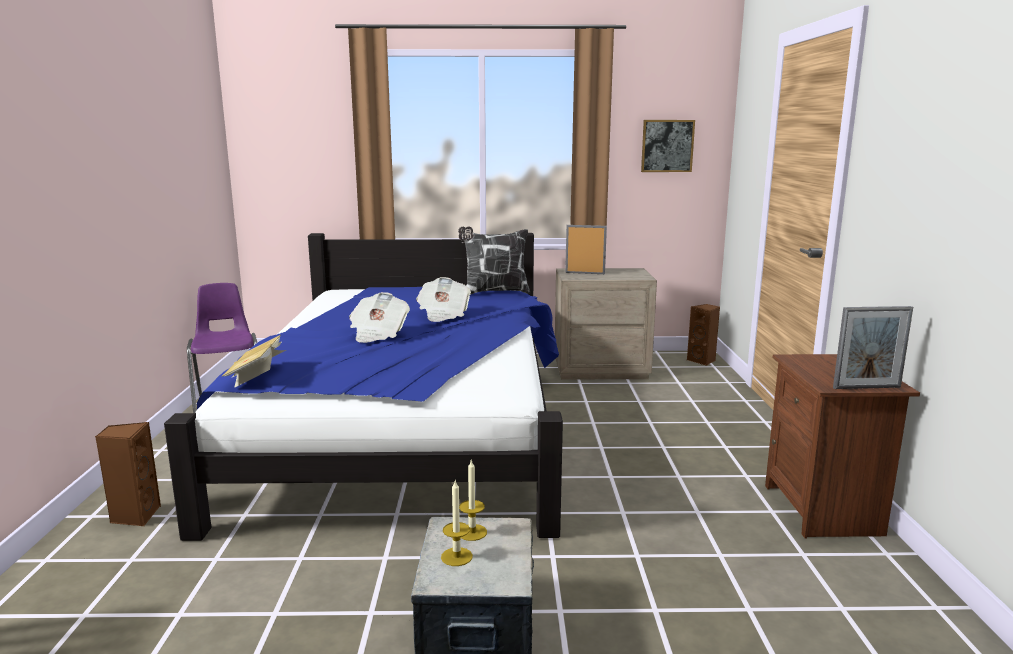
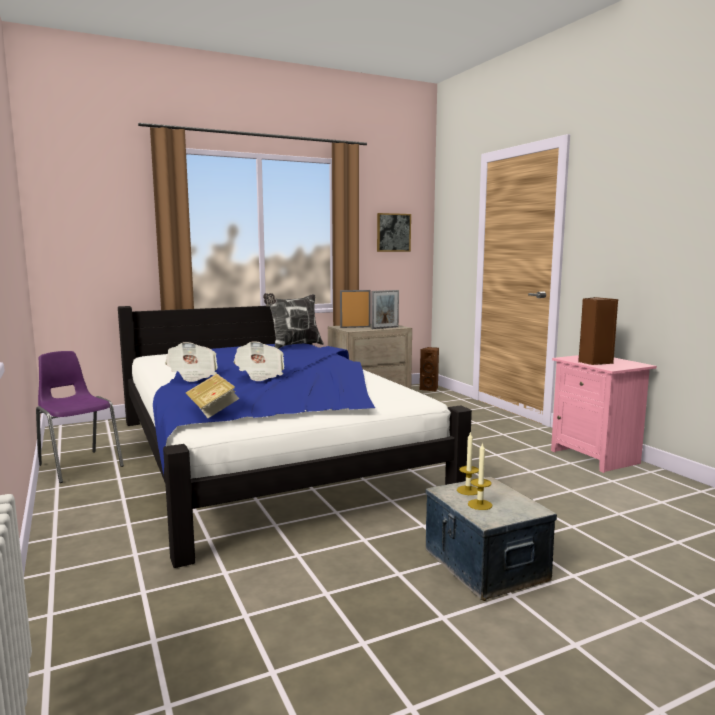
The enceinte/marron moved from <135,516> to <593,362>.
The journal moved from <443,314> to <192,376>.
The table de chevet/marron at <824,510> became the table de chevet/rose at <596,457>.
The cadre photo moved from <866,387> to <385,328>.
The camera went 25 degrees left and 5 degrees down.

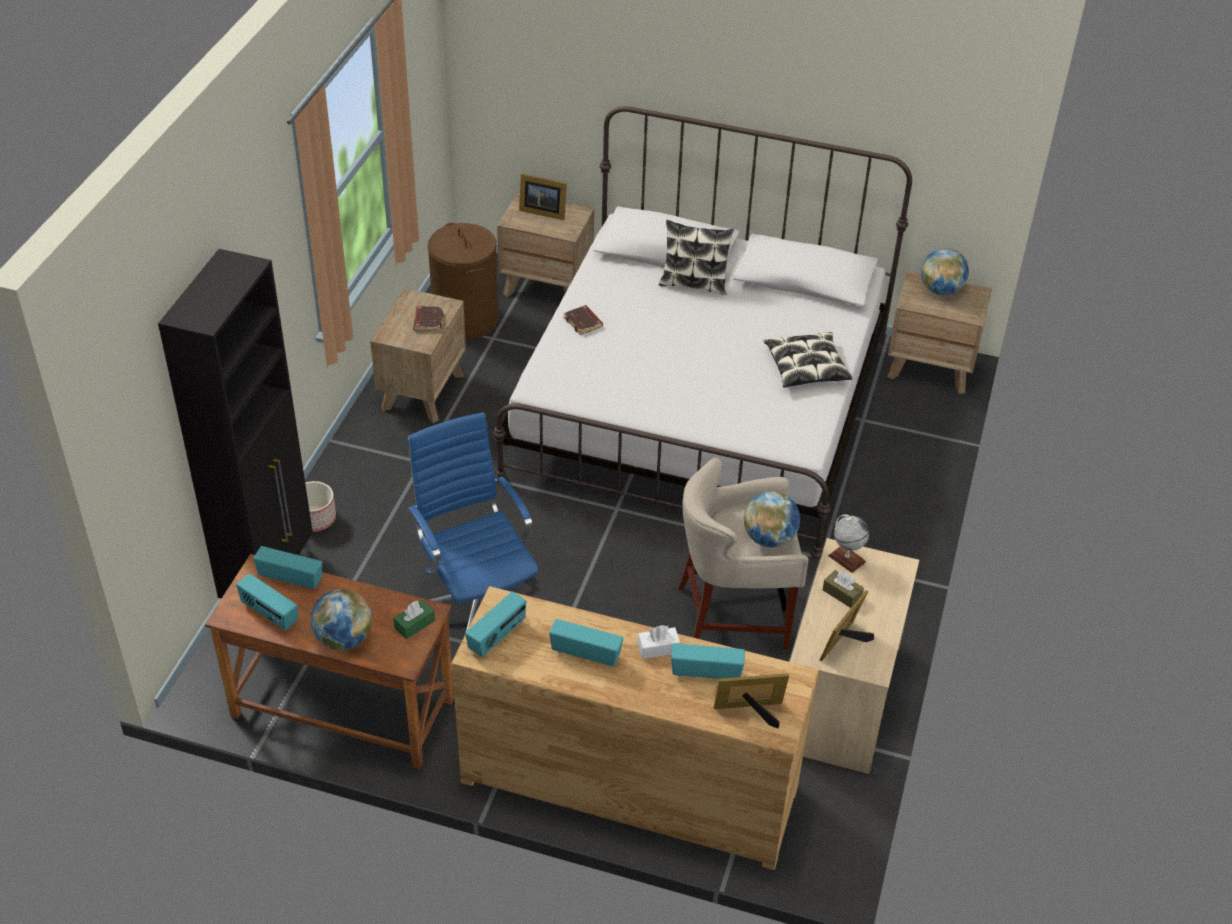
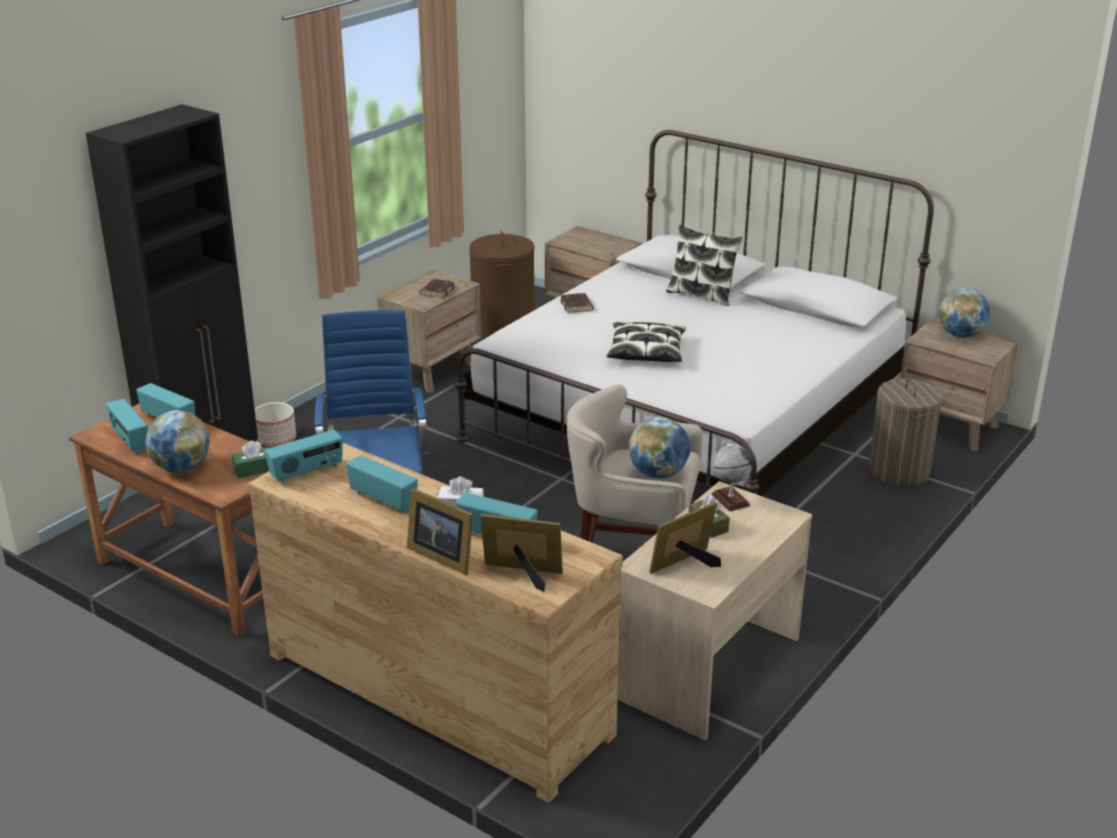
The cadre photo moved from <542,211> to <441,555>.
The coussin moved from <806,368> to <646,352>.
The panier à linge at <899,471> appeared.
The camera went 20 degrees right and 15 degrees down.

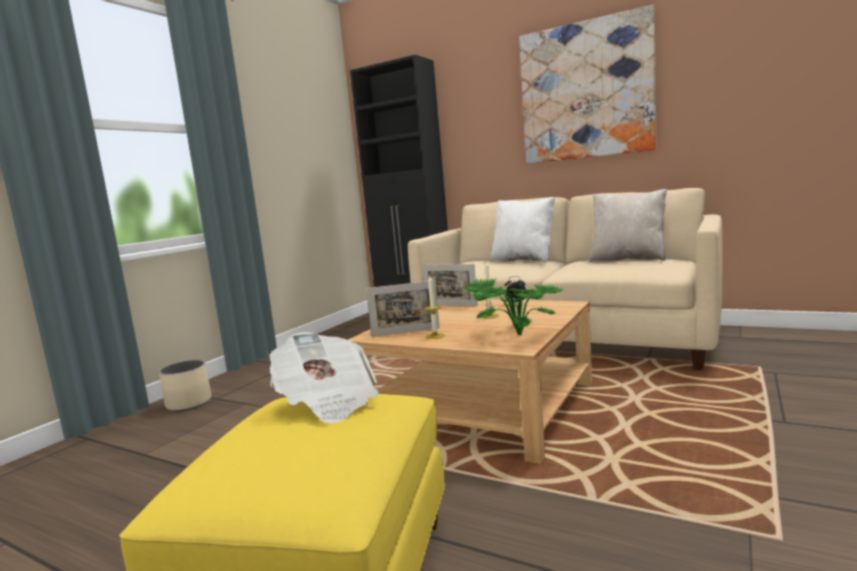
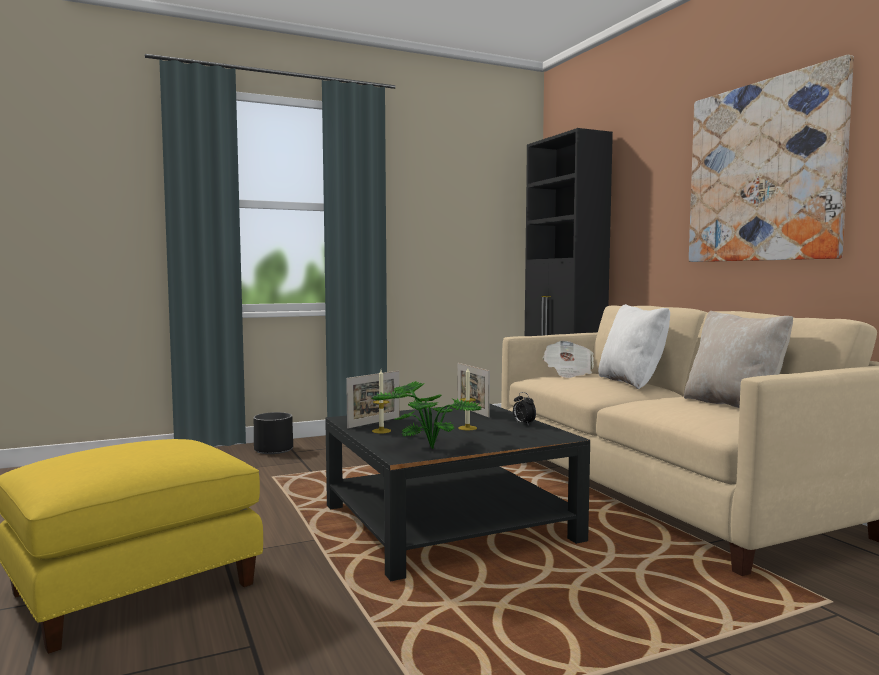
The cache-pot/beige at <189,403> became the cache-pot/noir at <274,450>.
The journal moved from <327,402> to <568,373>.
The table basse/beige at <481,406> became the table basse/noir at <448,523>.
The cadre photo at <405,332> turned 75 degrees counterclockwise.
The camera went 35 degrees right and 5 degrees down.

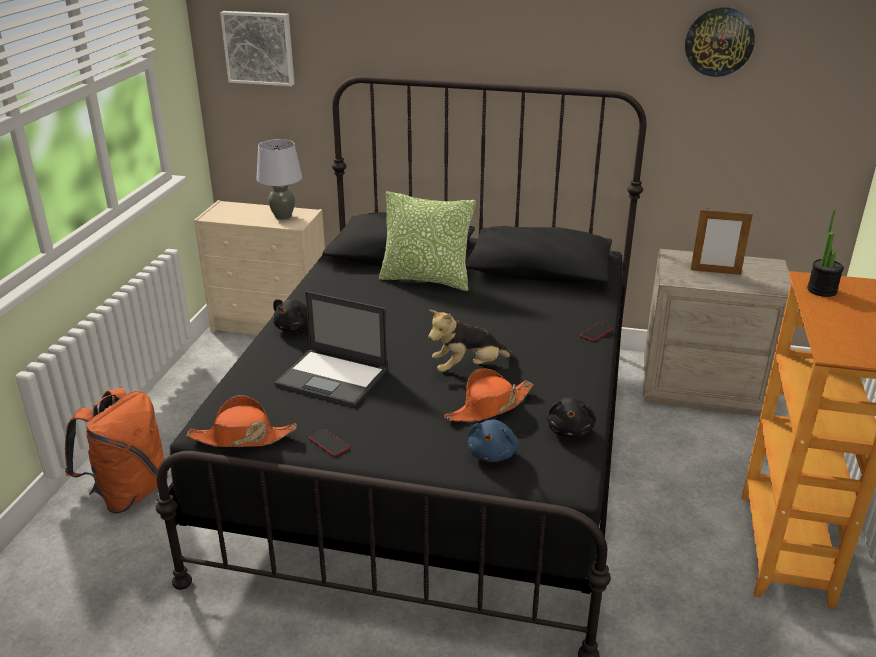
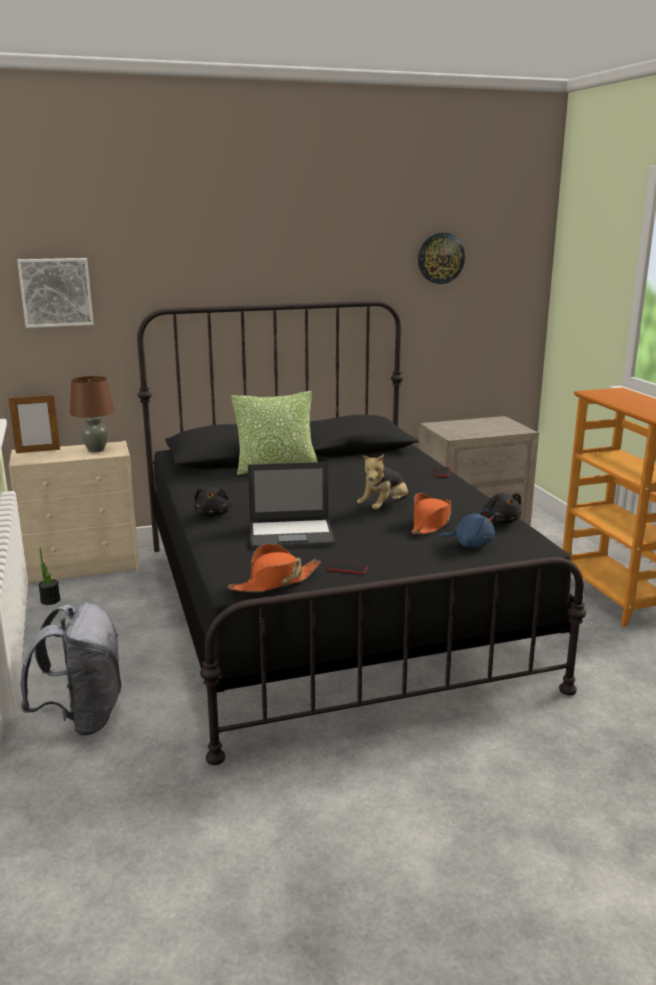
The sac à dos/orange at <129,492> became the sac à dos/gris at <83,718>.
The lampe de table/gris at <283,216> became the lampe de table/marron at <96,450>.
The peluche/bleu at <493,453> turned 60 degrees counterclockwise.
The cadre photo moved from <715,272> to <38,451>.
The plante en pot moved from <821,290> to <50,600>.
The camera went 30 degrees left and 10 degrees down.

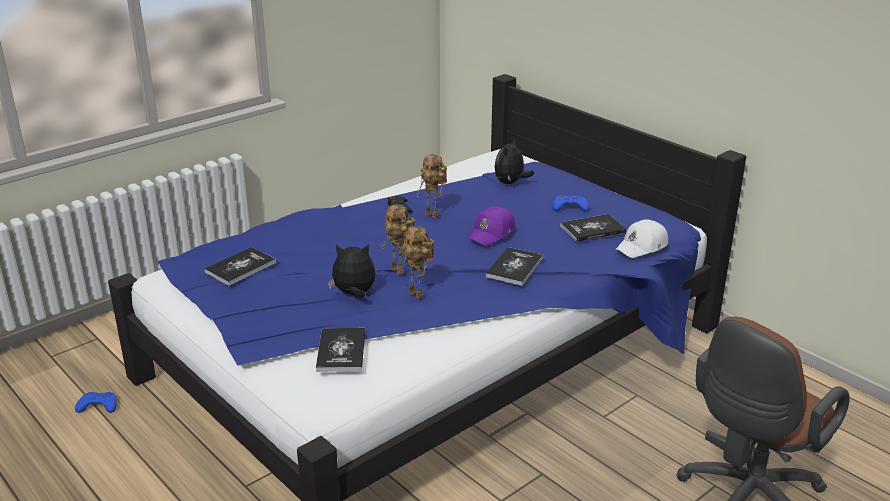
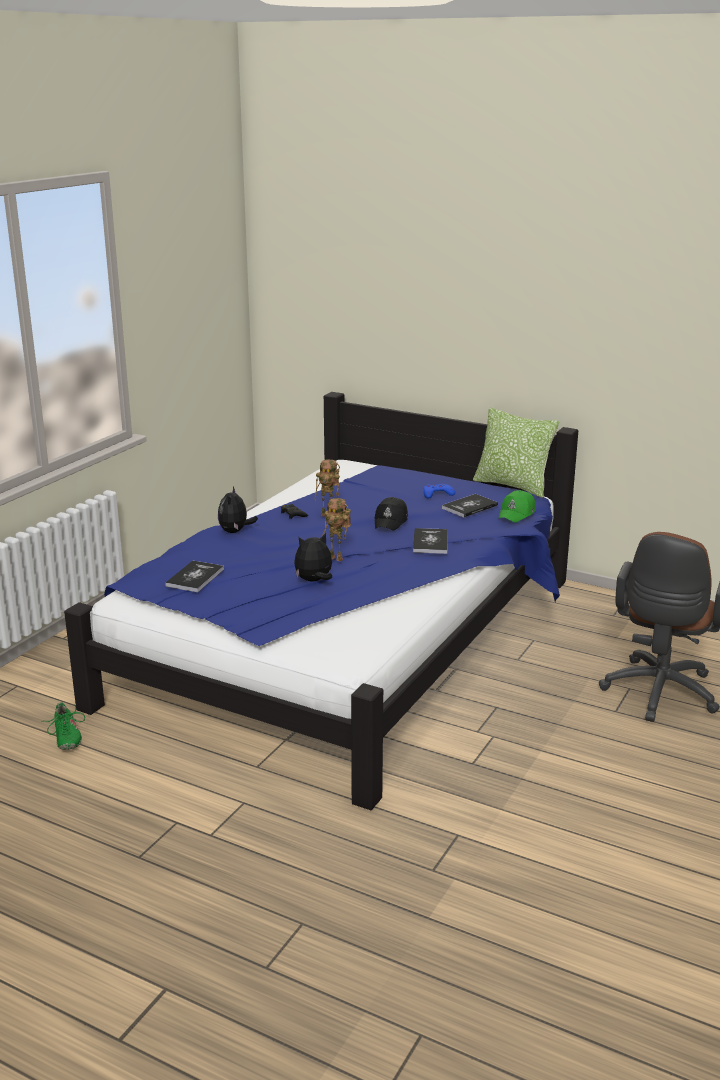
The manette/bleu at <98,406> was replaced by the chaussure/vert at <66,737>.
The livre at <341,351> disappeared.
The robot jouet at <418,294> disappeared.
The casquette/violet at <492,233> became the casquette/noir at <391,521>.
The peluche moved from <510,183> to <235,531>.
The casquette/blanc at <642,247> became the casquette/vert at <517,514>.
The coussin at <512,486> appeared.
The camera went 20 degrees left and 5 degrees down.

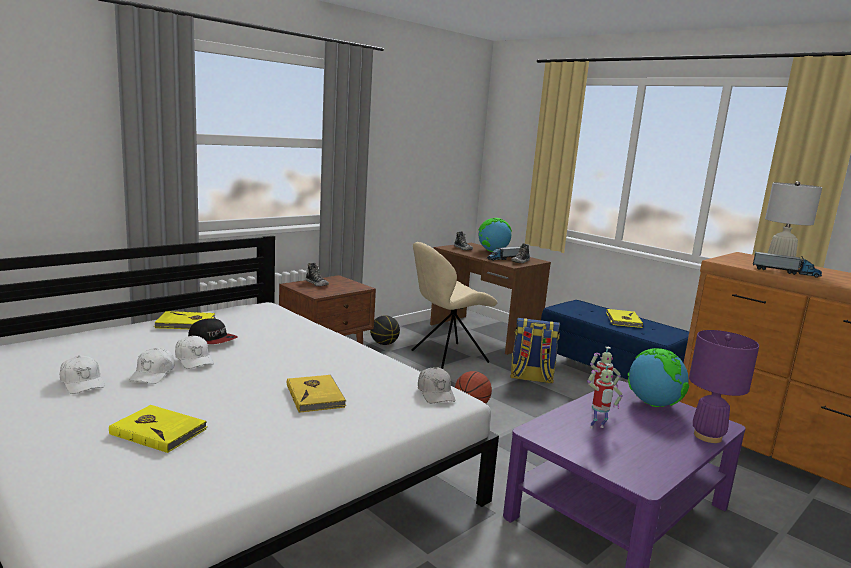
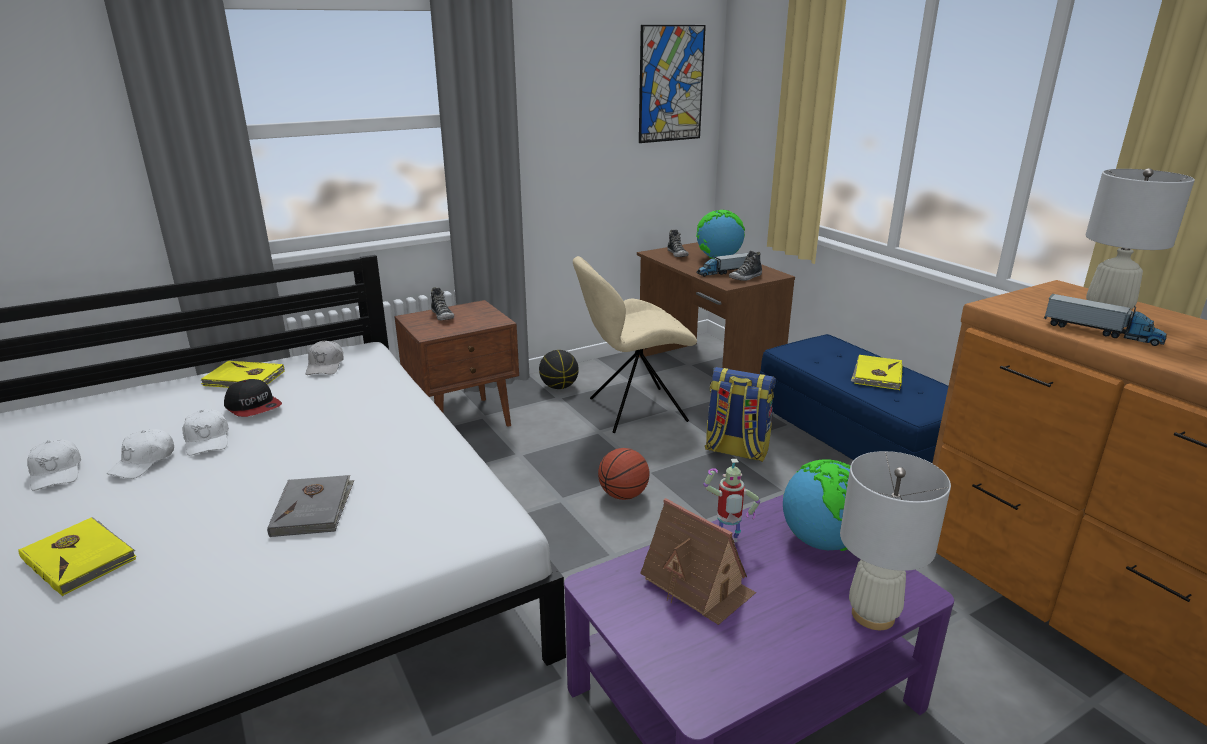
The livre/jaune at <316,396> became the livre/gris at <313,508>.
The casquette/blanc moved from <435,393> to <325,366>.
The robot jouet at <597,428> was replaced by the maison miniature at <697,585>.
The lampe de table/violet at <707,436> became the lampe de table/blanc at <873,615>.
The tableau at <671,84> appeared.
The camera went 15 degrees right and 10 degrees up.

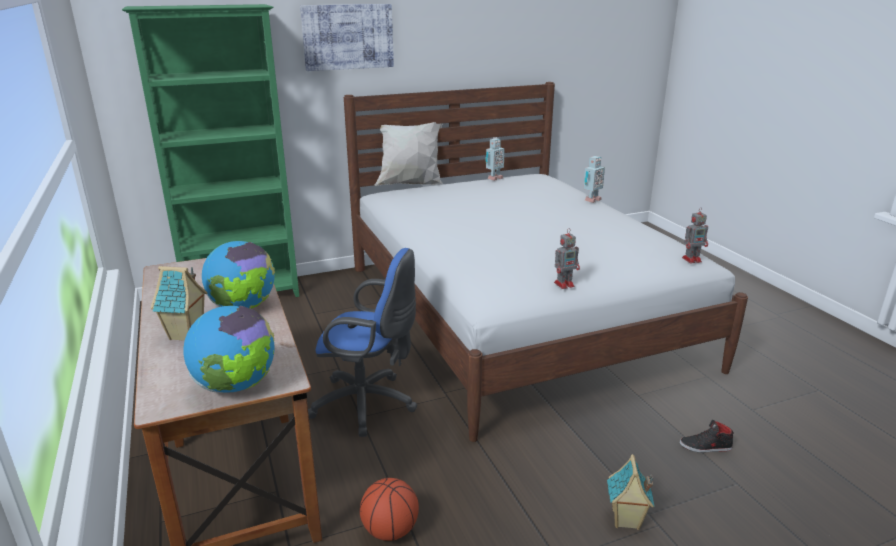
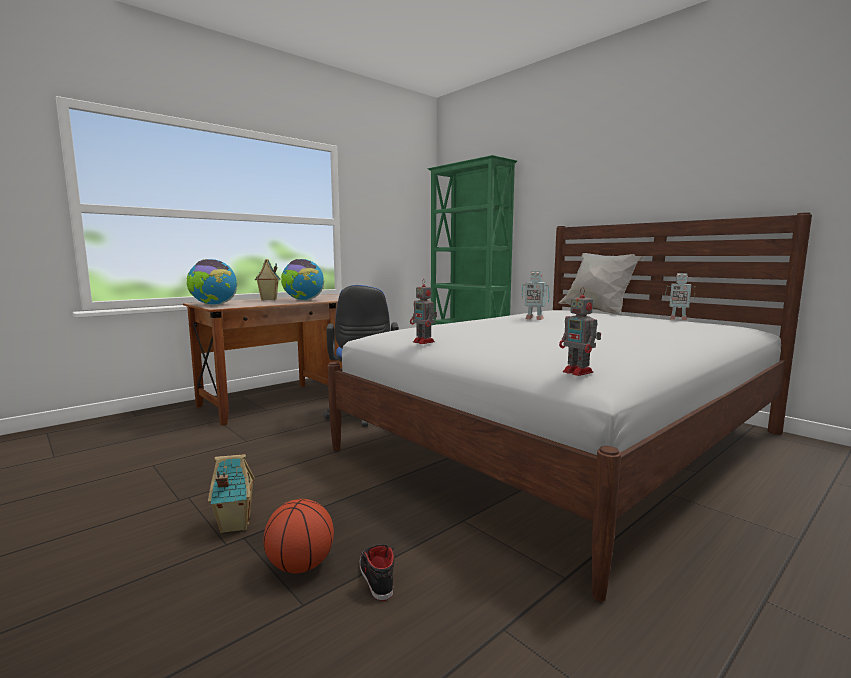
The tableau at <348,37> disappeared.
The ballon de basket moved from <390,530> to <300,566>.
The robot jouet moved from <591,200> to <534,319>.
The camera went 70 degrees right and 15 degrees down.

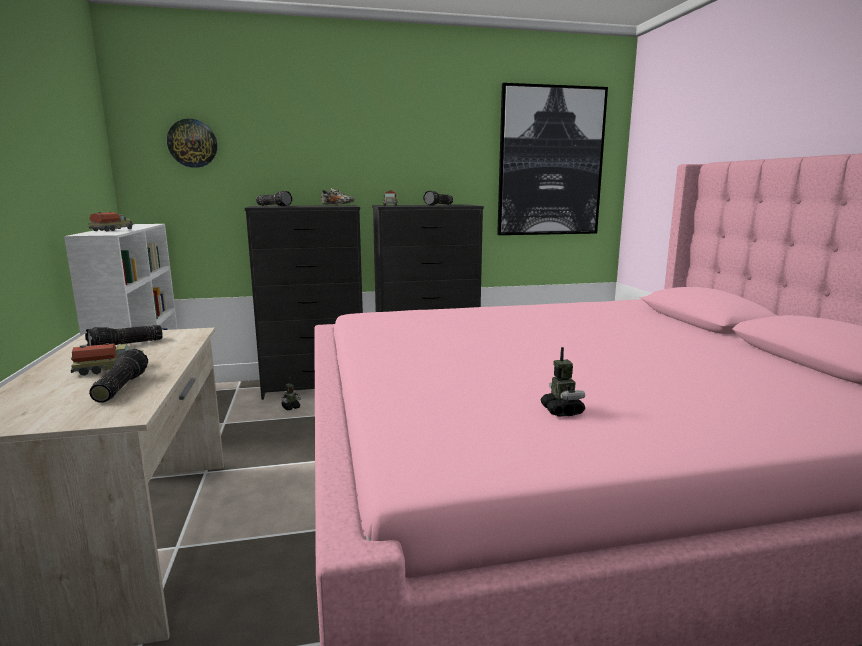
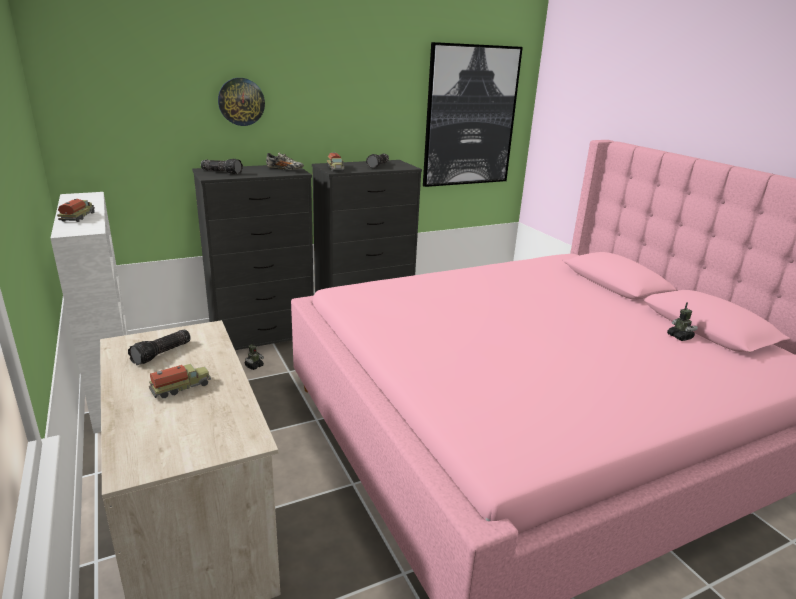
The lampe de poche at <119,387> disappeared.
The horloge murale moved from <192,143> to <241,101>.
The robot jouet moved from <562,411> to <679,337>.
The camera went 15 degrees left and 10 degrees up.

